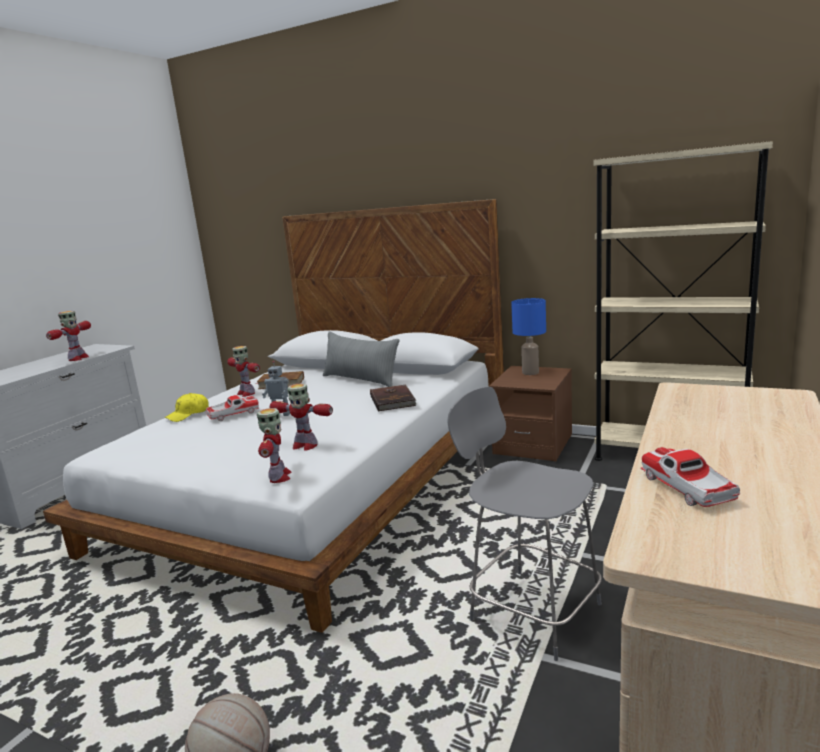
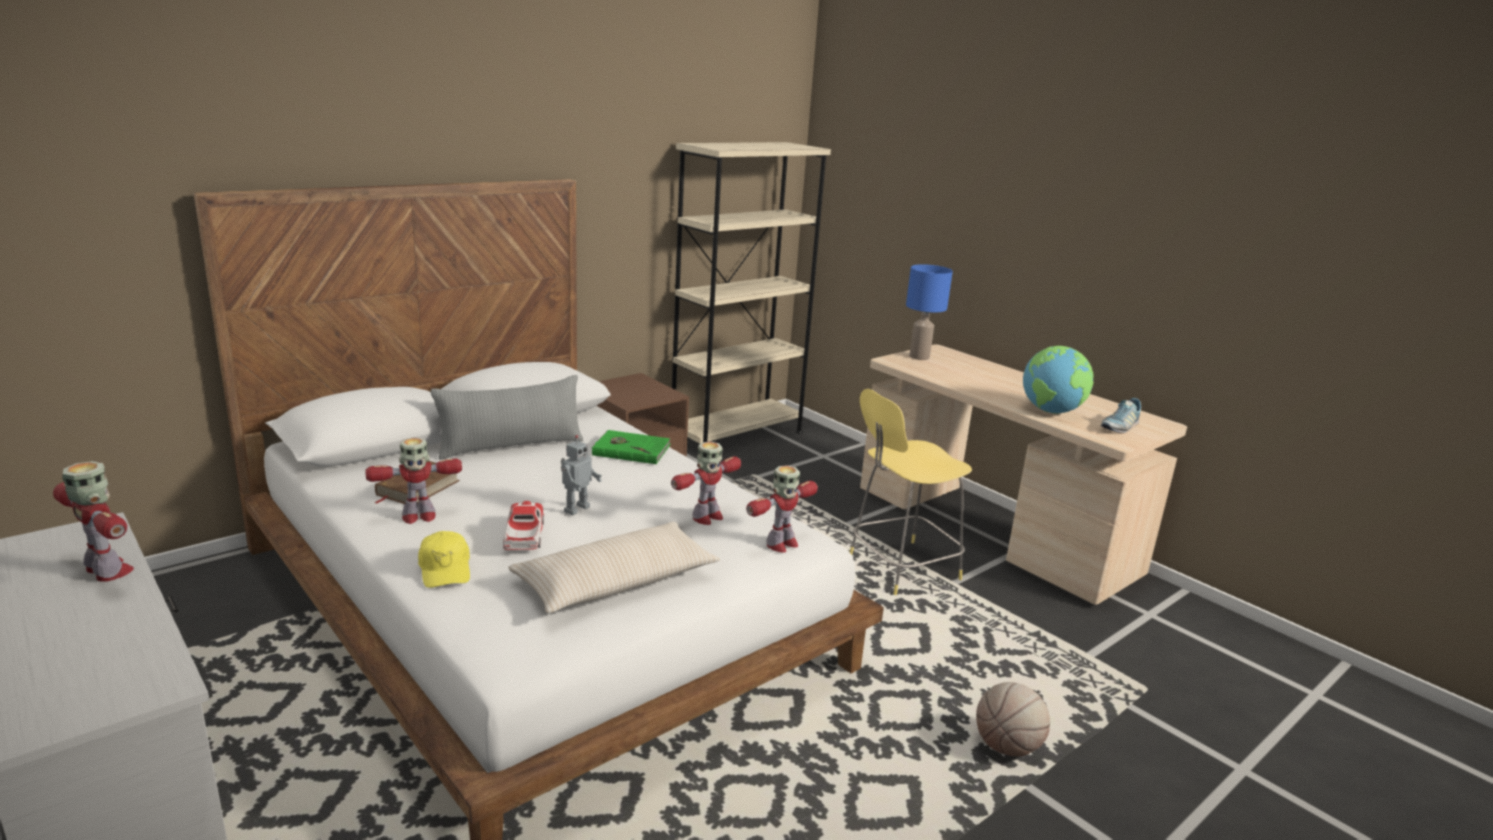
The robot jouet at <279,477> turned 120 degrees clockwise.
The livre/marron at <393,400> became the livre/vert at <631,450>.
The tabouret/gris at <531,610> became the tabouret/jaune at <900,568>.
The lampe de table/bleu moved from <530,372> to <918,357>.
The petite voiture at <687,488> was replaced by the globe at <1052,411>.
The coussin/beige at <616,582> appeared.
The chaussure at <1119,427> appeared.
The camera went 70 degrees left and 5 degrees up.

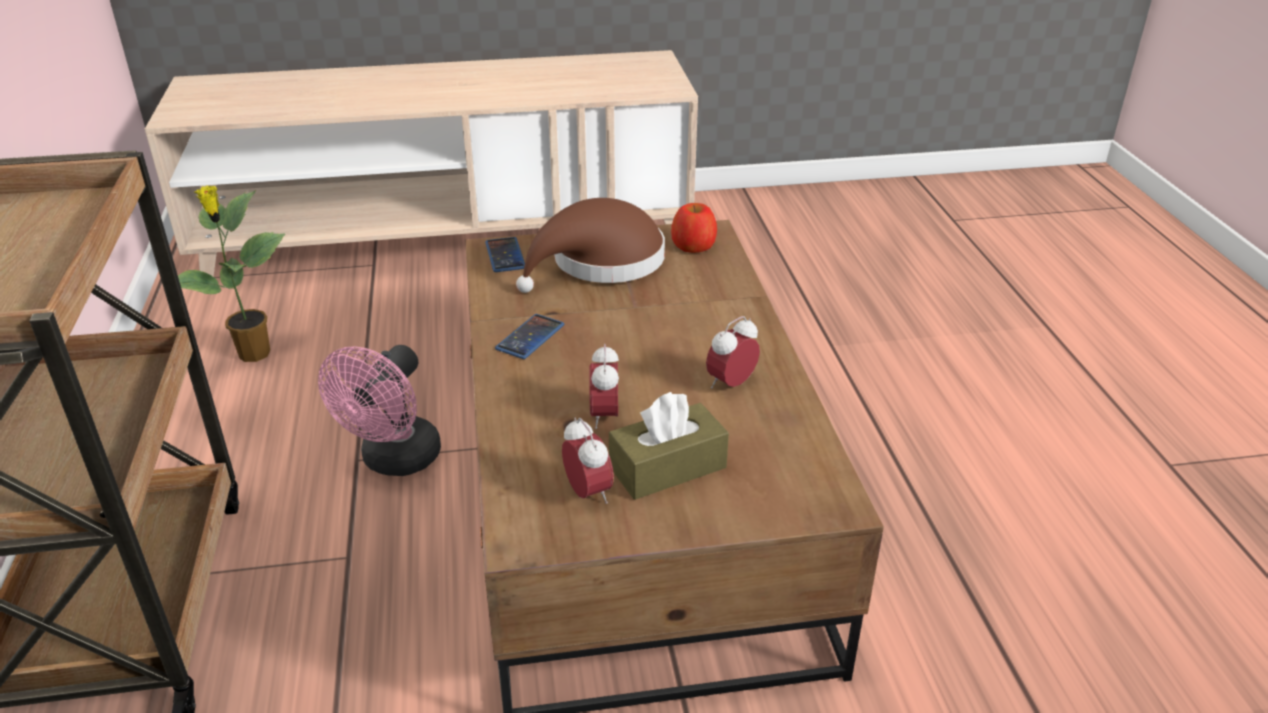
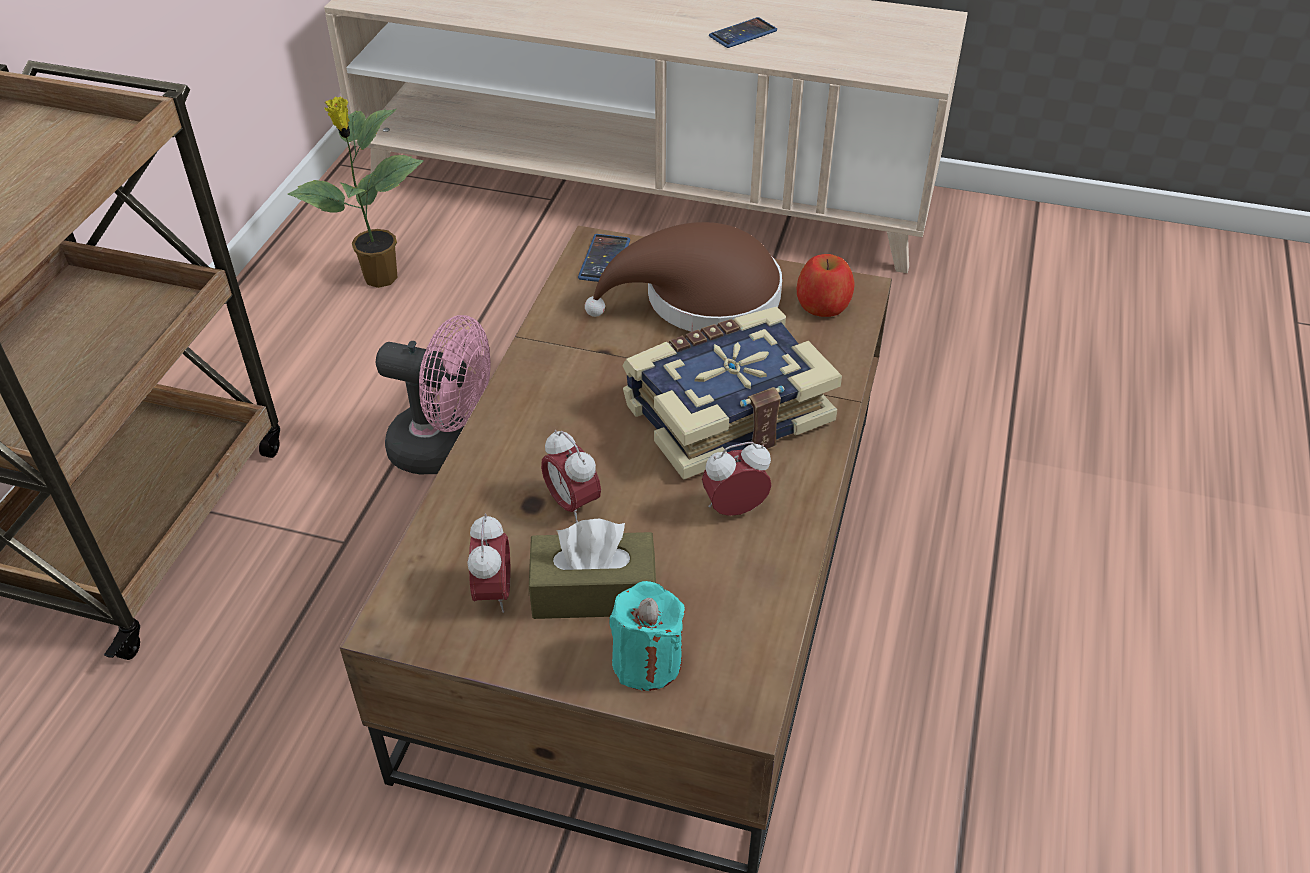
The ventilateur/rose at <395,461> turned 120 degrees counterclockwise.
The téléphone moved from <530,337> to <743,34>.
The réveil at <605,416> turned 60 degrees counterclockwise.
The bougie/turquoise at <647,662> appeared.
The livre at <725,411> appeared.
The camera went 25 degrees right and 10 degrees up.

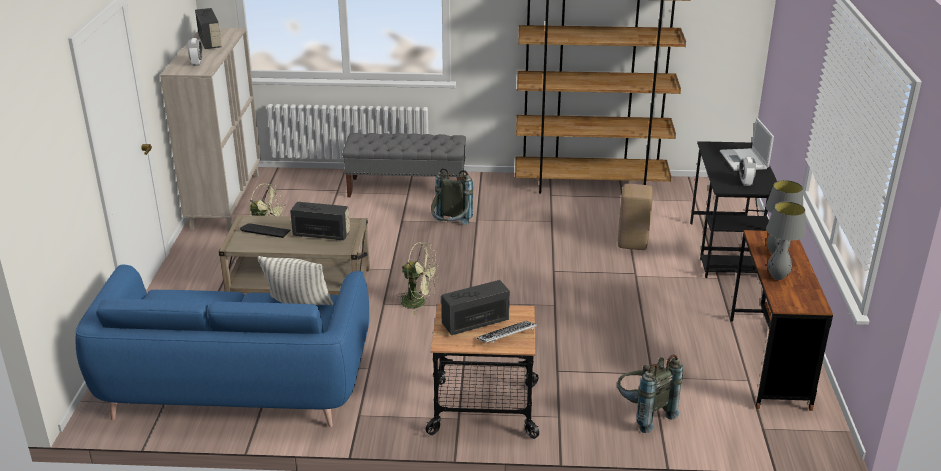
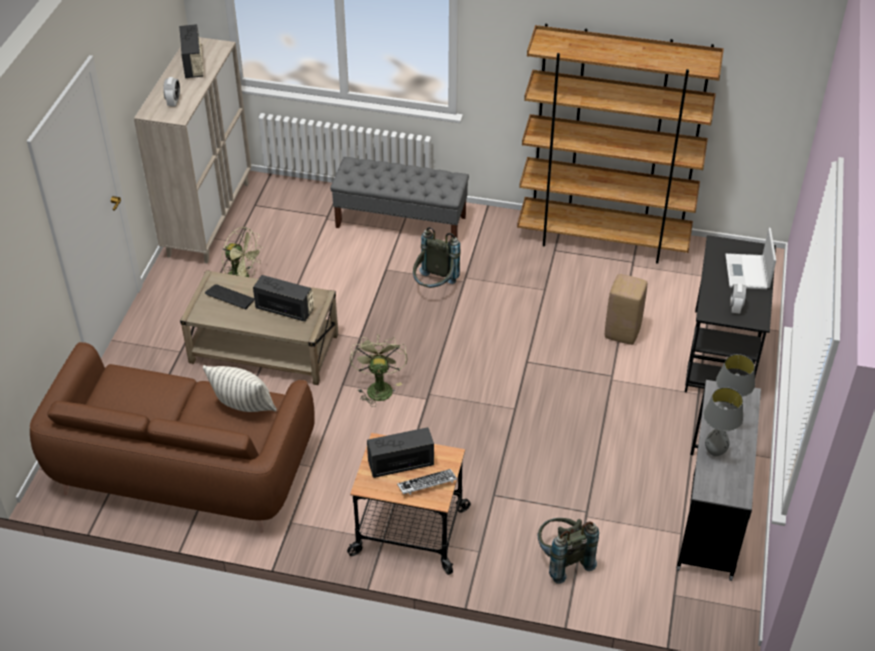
The canapé/bleu at <236,385> became the canapé/marron at <183,469>.
The ventilateur/vert at <419,302> turned 120 degrees counterclockwise.
The bureau/marron at <768,362> became the bureau/gris at <710,514>.
The camera went 10 degrees right and 15 degrees up.

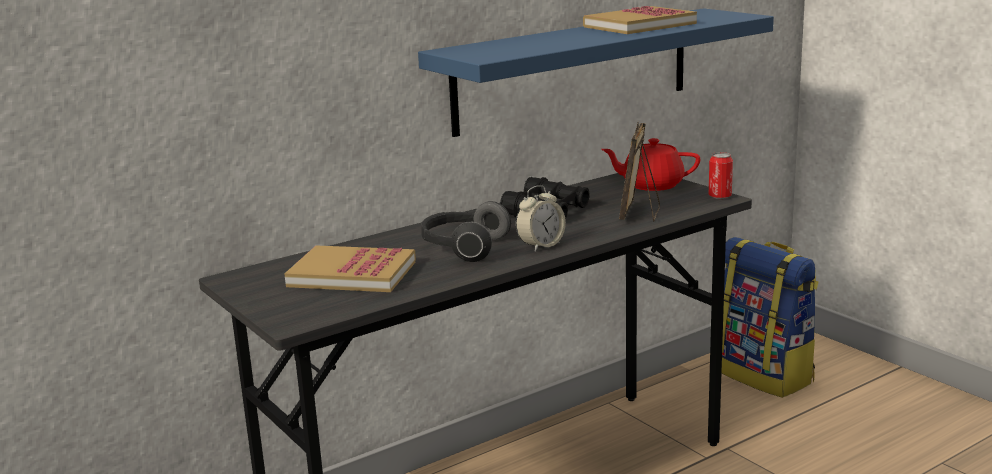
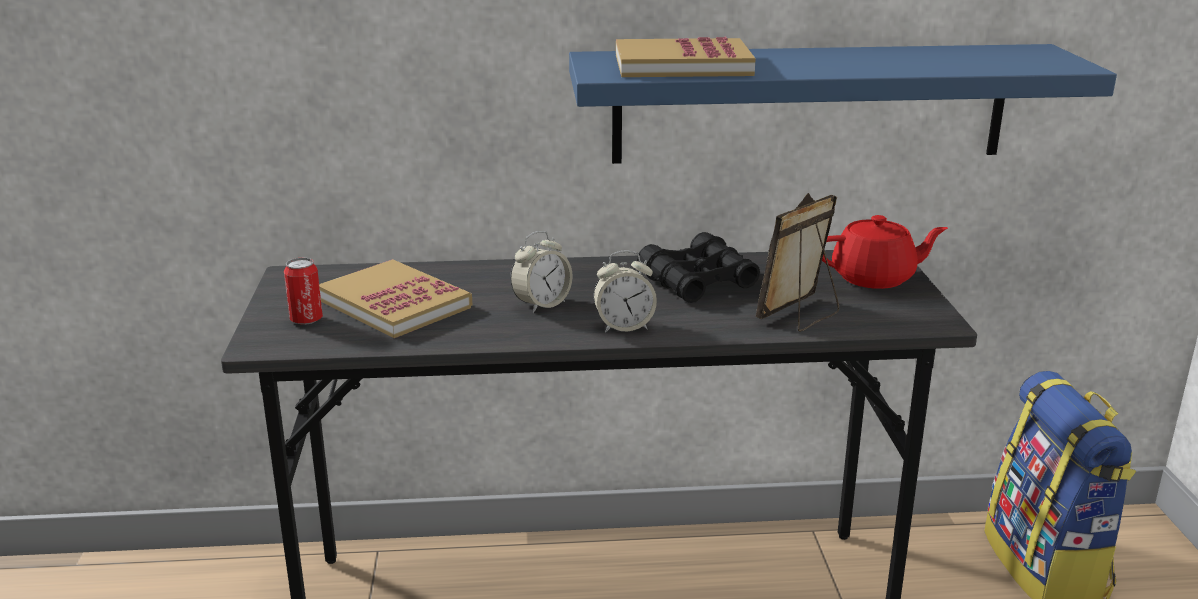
The casque audio at <463,248> was replaced by the réveil at <541,304>.
The livre moved from <639,25> to <682,65>.
The théière/rouge at <651,185> turned 135 degrees clockwise.
The boîte métallique moved from <720,197> to <306,320>.
The camera went 30 degrees right and 5 degrees up.

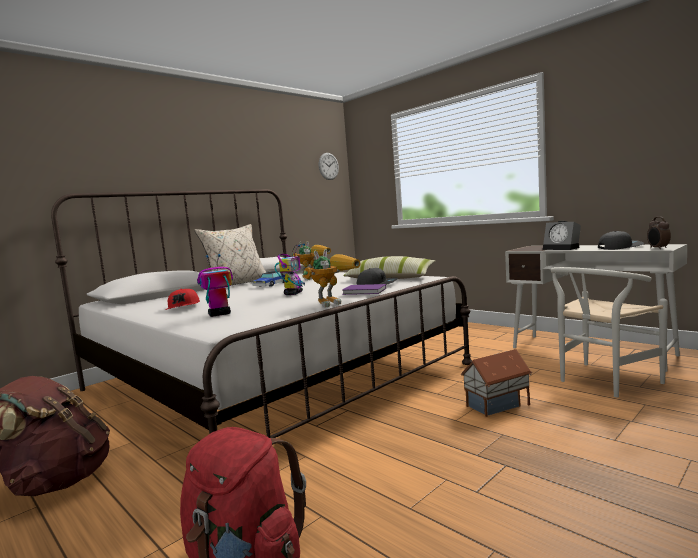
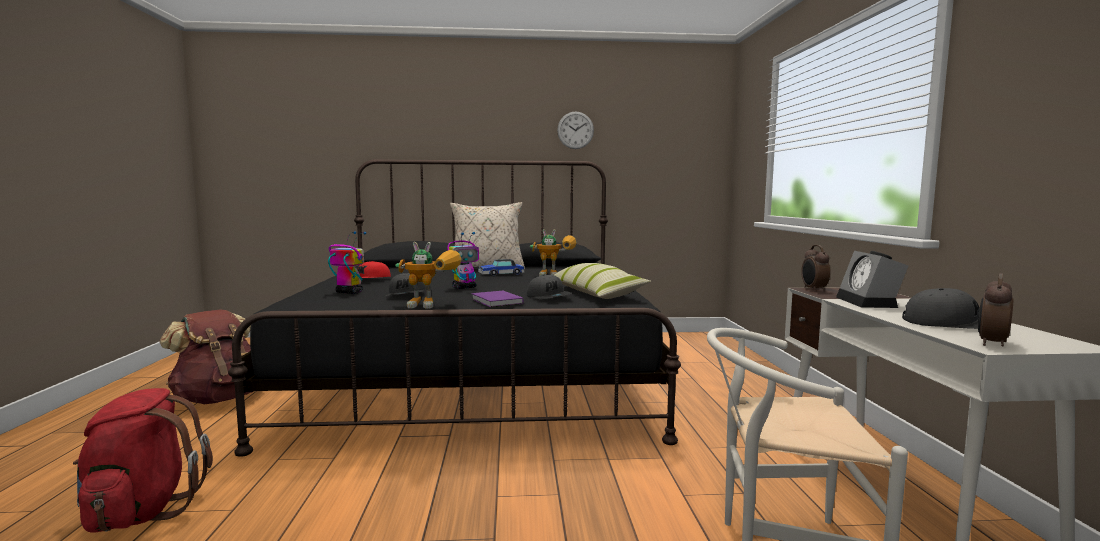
The lit/blanc at <271,377> became the lit/noir at <476,376>.
The horloge murale moved from <328,166> to <575,130>.
The maison miniature at <498,406> disappeared.
The casquette/gris at <407,295> appeared.
The réveil at <813,289> appeared.
The camera went 40 degrees right and 0 degrees up.

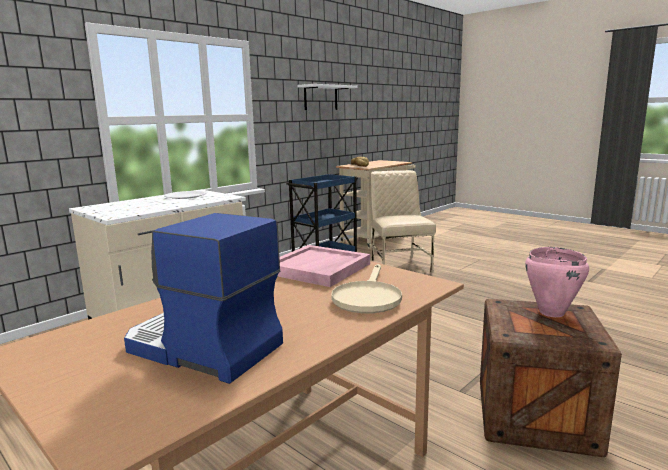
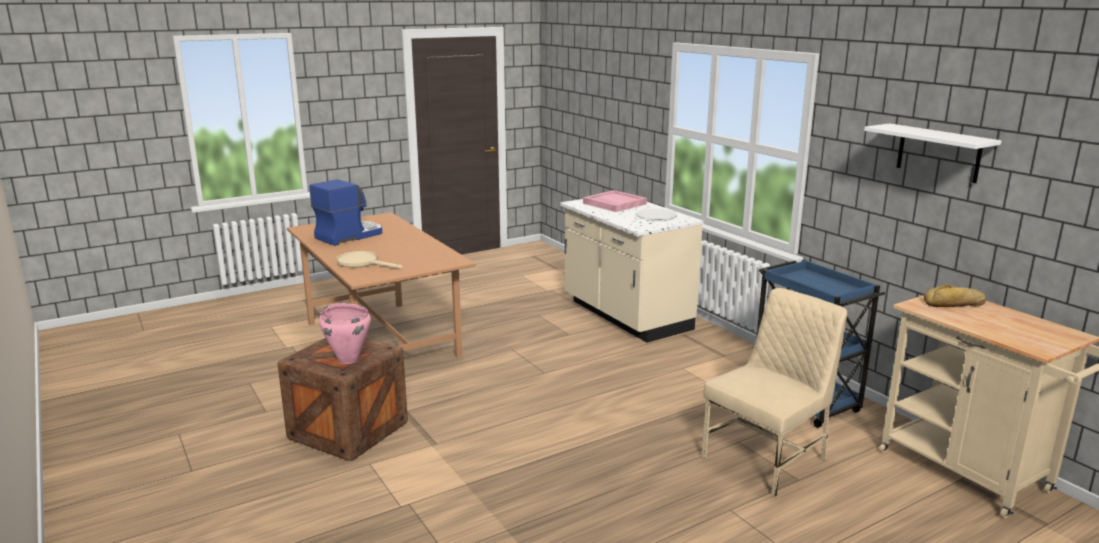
The plateau/rose moved from <318,269> to <614,203>.
The chaise/beige at <399,265> turned 45 degrees counterclockwise.
The camera went 105 degrees right and 5 degrees up.

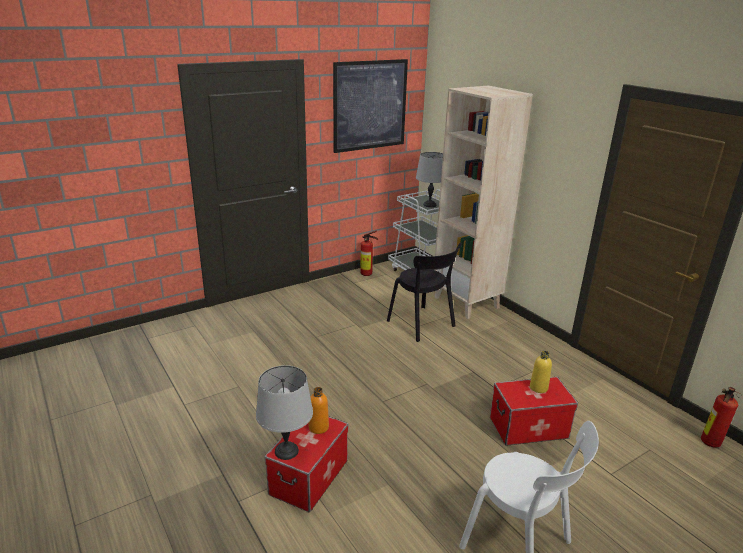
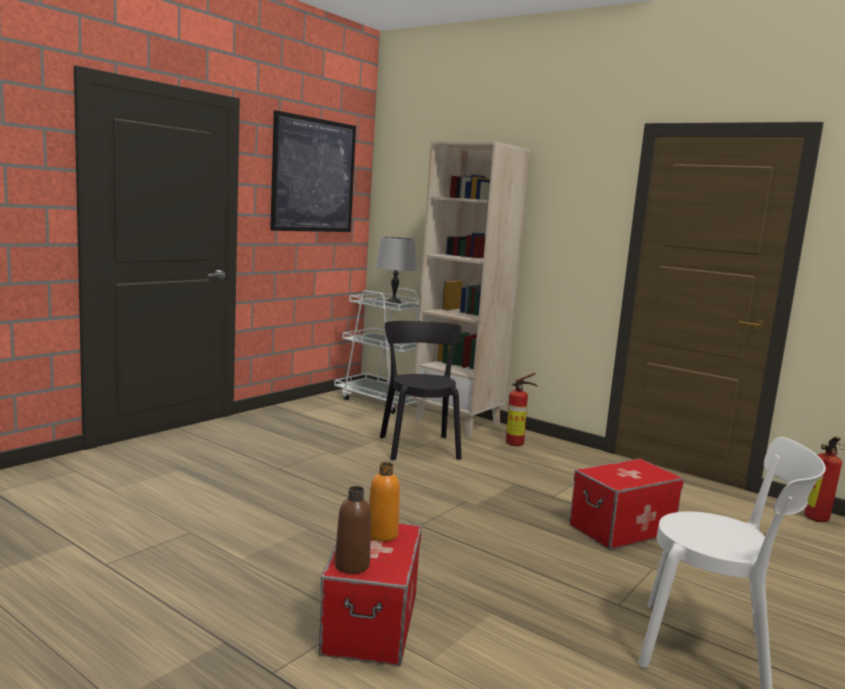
The lampe de table/gris at <286,451> was replaced by the bouteille/marron at <352,565>.
The extincteur moved from <368,274> to <517,444>.
The chaise/noir at <422,325> turned 135 degrees counterclockwise.
The bouteille/jaune at <538,388> disappeared.
The camera went 20 degrees left and 15 degrees down.

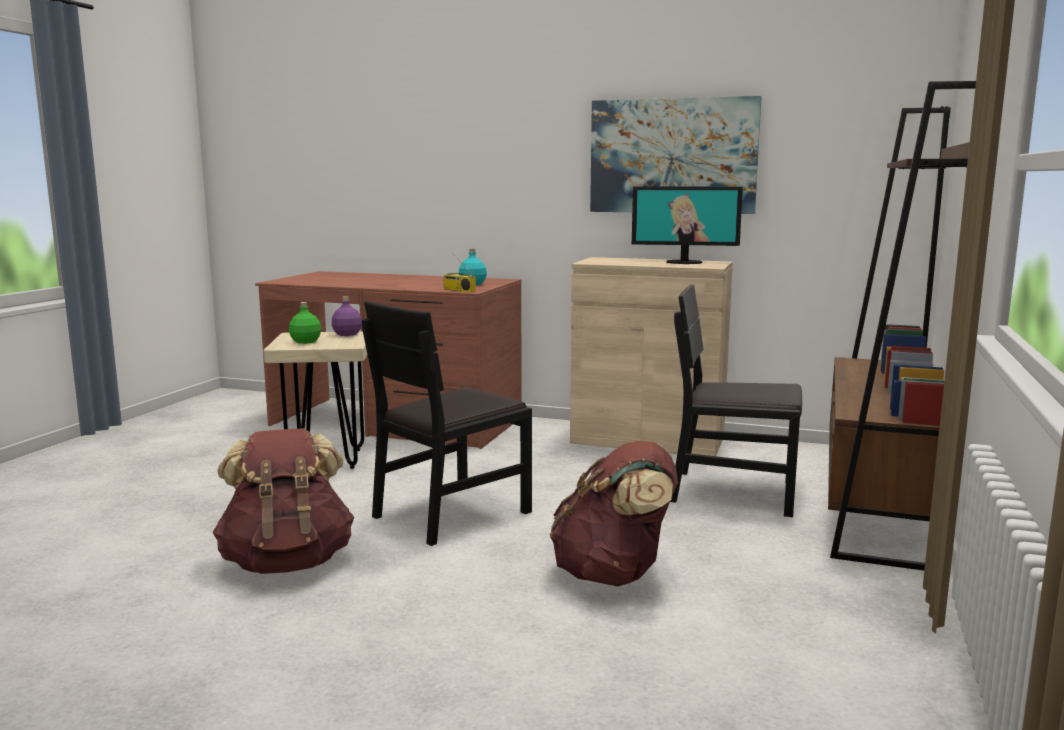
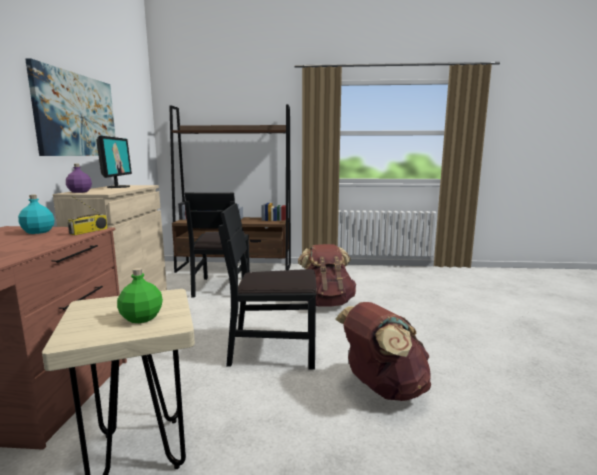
The bouteille/violet moved from <347,334> to <79,192>.
The chaise/noir at <451,513> turned 150 degrees clockwise.
The camera went 105 degrees left and 0 degrees up.

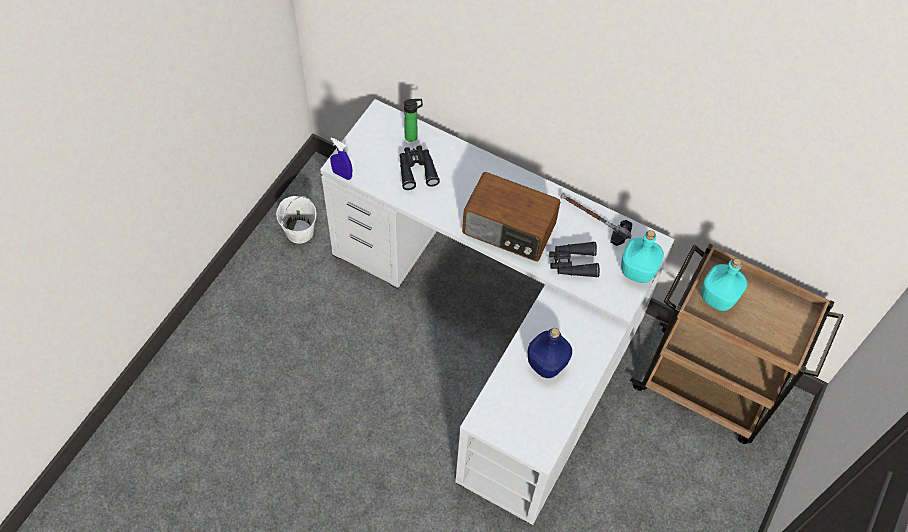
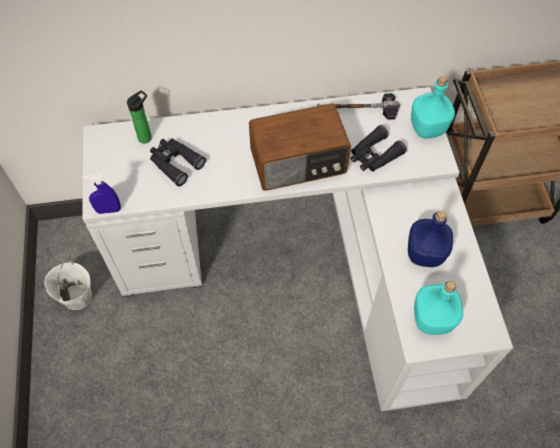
The bouteille/turquoise moved from <717,298> to <432,320>.
The camera went 35 degrees left and 0 degrees up.

